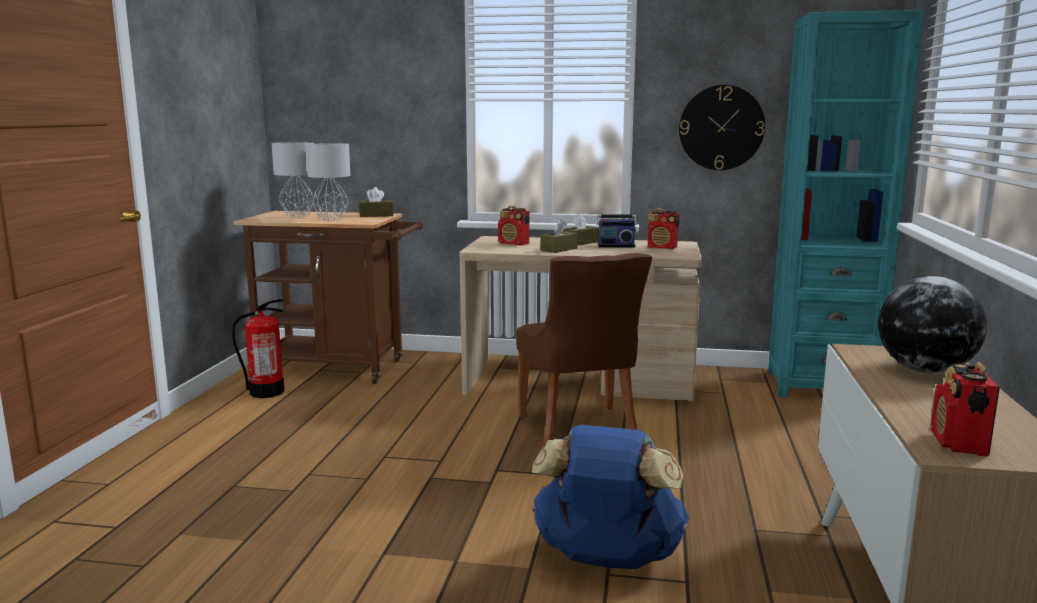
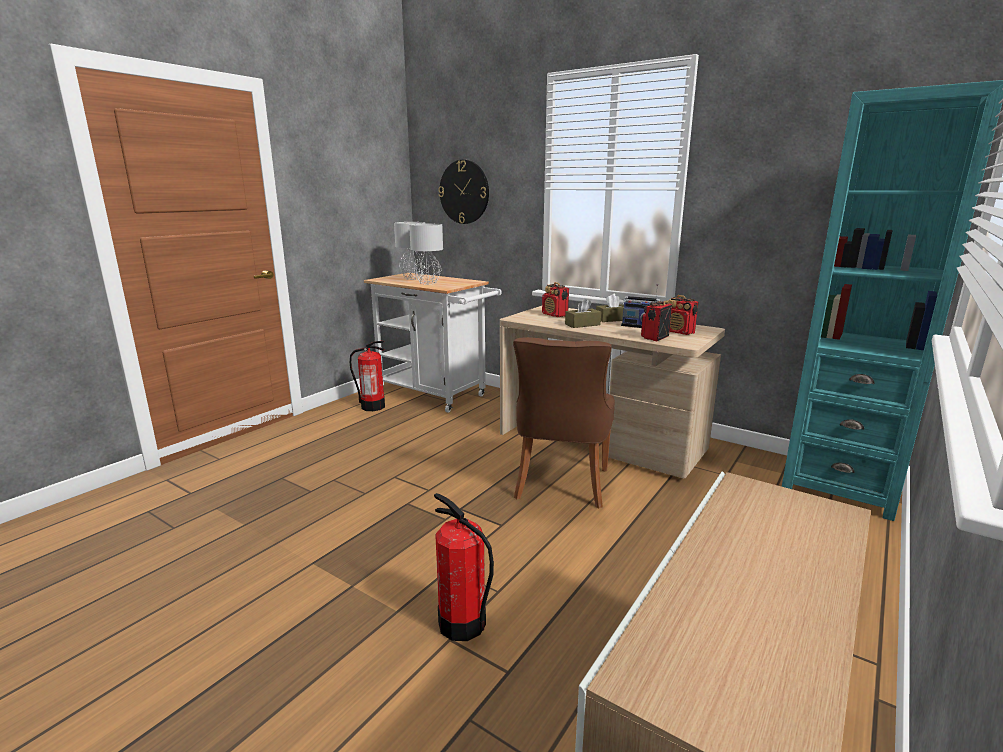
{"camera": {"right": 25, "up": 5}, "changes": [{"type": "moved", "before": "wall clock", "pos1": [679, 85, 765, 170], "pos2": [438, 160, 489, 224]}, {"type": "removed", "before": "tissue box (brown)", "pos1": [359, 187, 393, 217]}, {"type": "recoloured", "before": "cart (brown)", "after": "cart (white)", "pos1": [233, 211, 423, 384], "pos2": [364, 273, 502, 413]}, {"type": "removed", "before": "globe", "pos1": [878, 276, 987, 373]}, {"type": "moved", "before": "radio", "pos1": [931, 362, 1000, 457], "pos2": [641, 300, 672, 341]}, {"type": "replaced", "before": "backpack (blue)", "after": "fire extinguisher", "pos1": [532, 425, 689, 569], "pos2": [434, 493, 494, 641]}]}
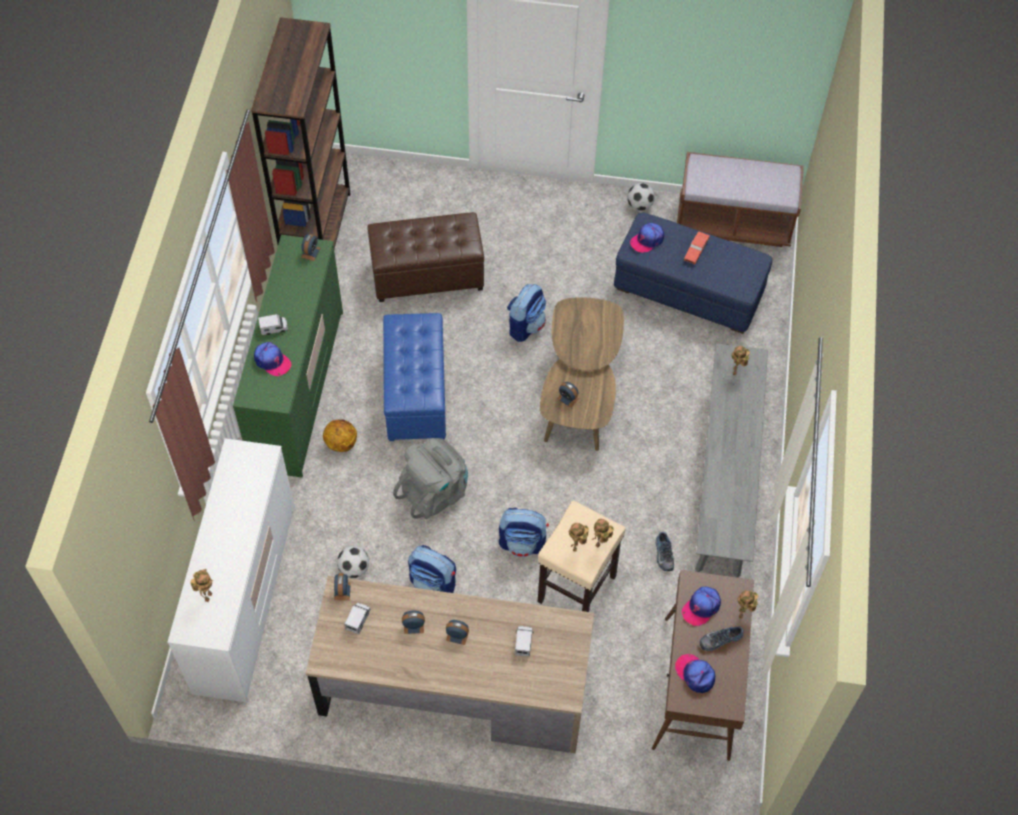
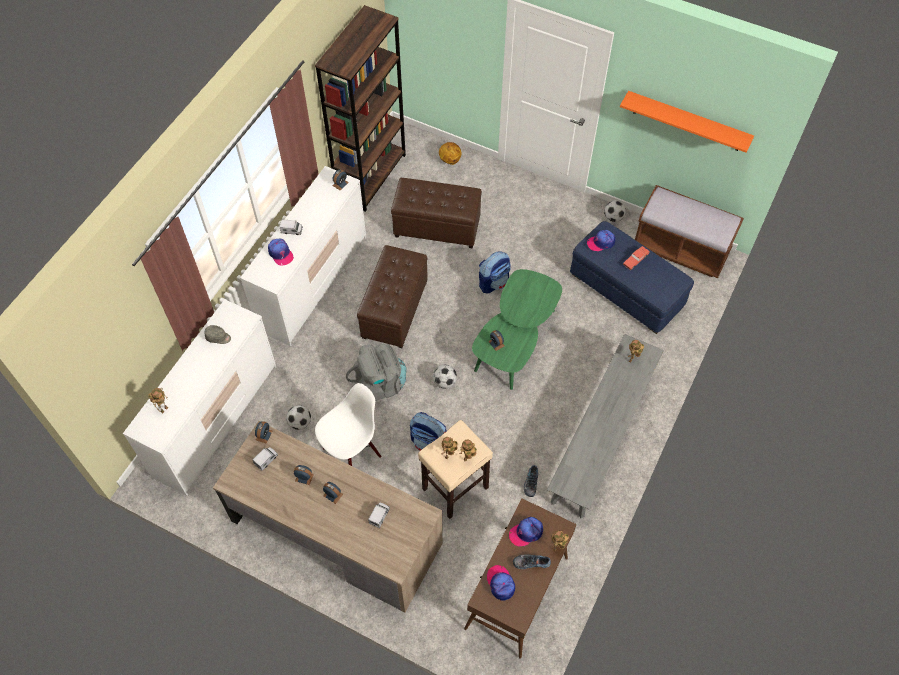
{"camera": {"right": 20, "up": 0}, "changes": [{"type": "recoloured", "before": "dresser (green)", "after": "dresser (white)", "pos1": [233, 235, 343, 478], "pos2": [240, 166, 366, 346]}, {"type": "recoloured", "before": "coffee table (brown)", "after": "coffee table (green)", "pos1": [540, 297, 624, 451], "pos2": [472, 269, 562, 390]}, {"type": "recoloured", "before": "ottoman (blue)", "after": "ottoman (brown)", "pos1": [383, 313, 446, 441], "pos2": [357, 245, 428, 348]}, {"type": "moved", "before": "basketball", "pos1": [323, 419, 357, 452], "pos2": [439, 142, 462, 165]}, {"type": "replaced", "before": "backpack", "after": "chair (white)", "pos1": [408, 545, 456, 593], "pos2": [315, 383, 381, 466]}, {"type": "added", "after": "shelf (orange)", "pos2": [620, 91, 754, 153]}, {"type": "added", "after": "cap (grey)", "pos2": [205, 325, 231, 344]}, {"type": "added", "after": "football", "pos2": [433, 365, 457, 389]}]}
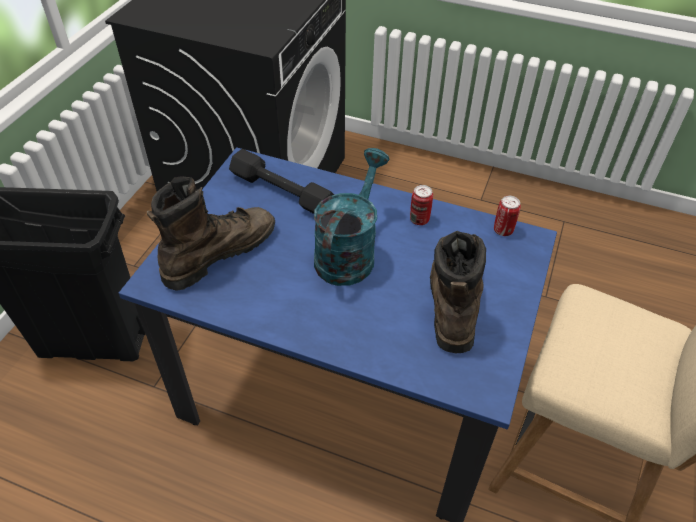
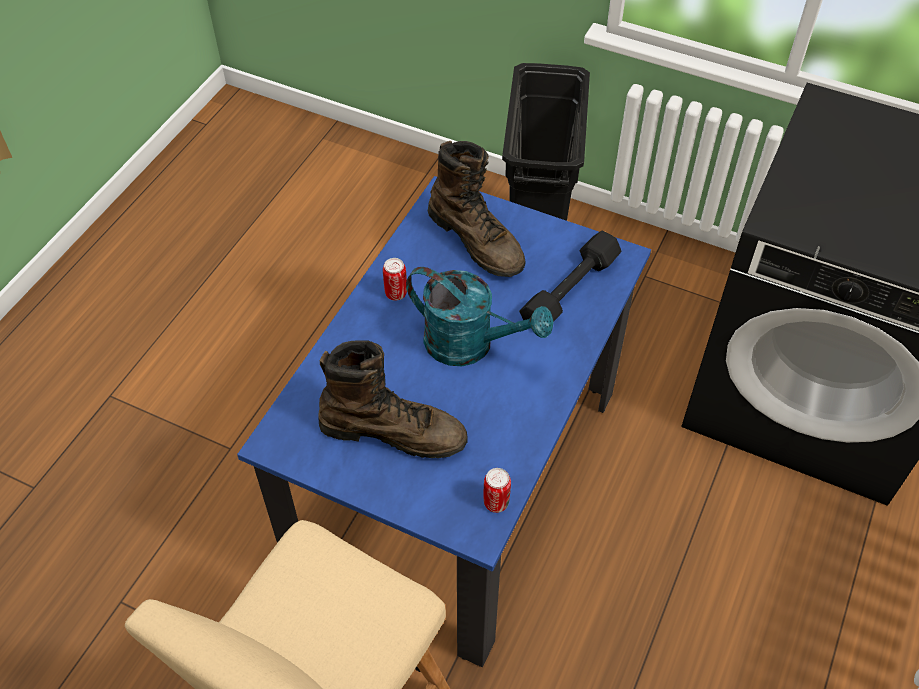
{"camera": {"right": 95, "up": 5}, "changes": [{"type": "moved", "before": "can", "pos1": [410, 185, 433, 225], "pos2": [383, 258, 407, 301]}]}
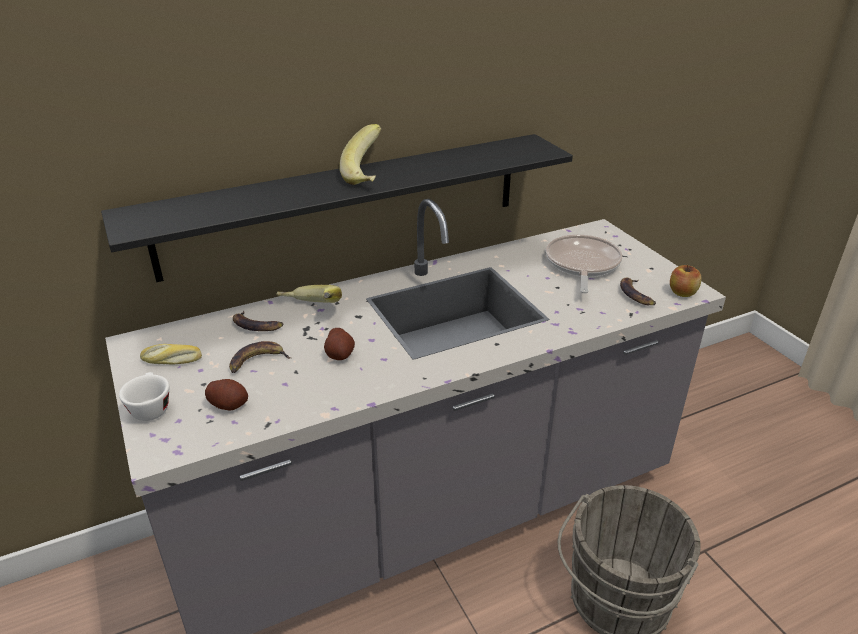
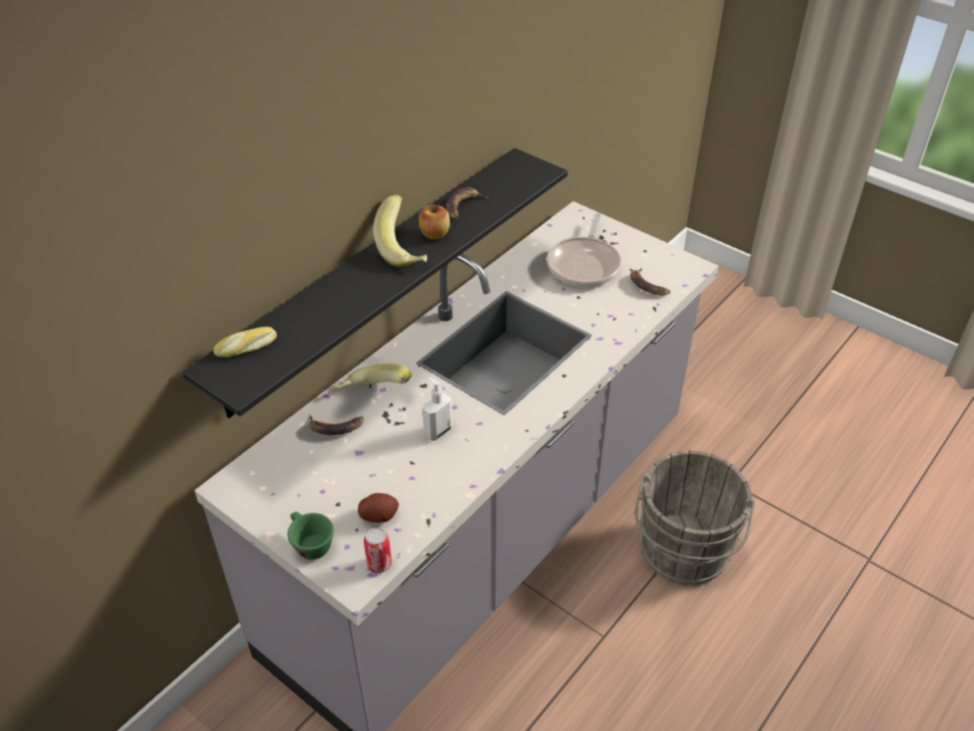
{"camera": {"right": -25, "up": 10}, "changes": [{"type": "turned", "before": "frying pan", "pos1": [546, 235, 623, 293], "pos2": [547, 213, 621, 287], "turn": -150}, {"type": "moved", "before": "apple", "pos1": [670, 265, 701, 297], "pos2": [419, 205, 450, 239]}, {"type": "replaced", "before": "potato", "after": "soap dispenser", "pos1": [324, 328, 355, 360], "pos2": [422, 377, 453, 441]}, {"type": "moved", "before": "banana", "pos1": [229, 341, 291, 373], "pos2": [446, 188, 489, 220]}, {"type": "moved", "before": "bread", "pos1": [140, 344, 202, 365], "pos2": [213, 327, 277, 357]}, {"type": "recoloured", "before": "cup (white)", "after": "cup (green)", "pos1": [119, 372, 169, 421], "pos2": [288, 512, 334, 560]}, {"type": "added", "after": "can", "pos2": [364, 528, 392, 573]}]}
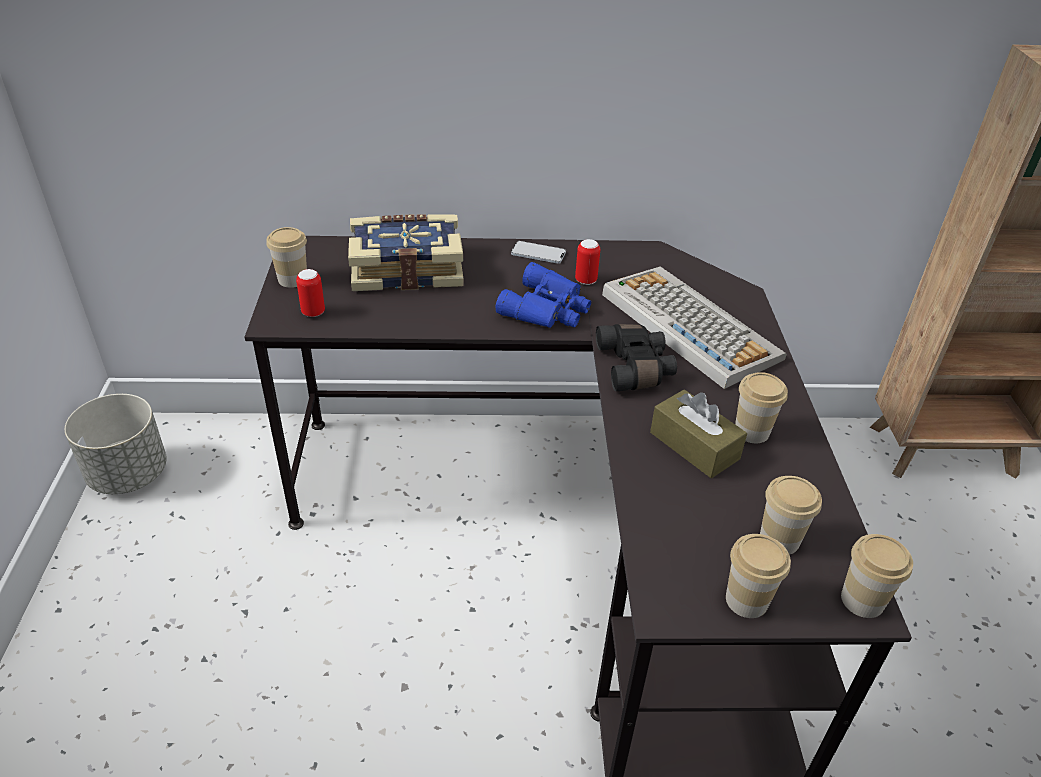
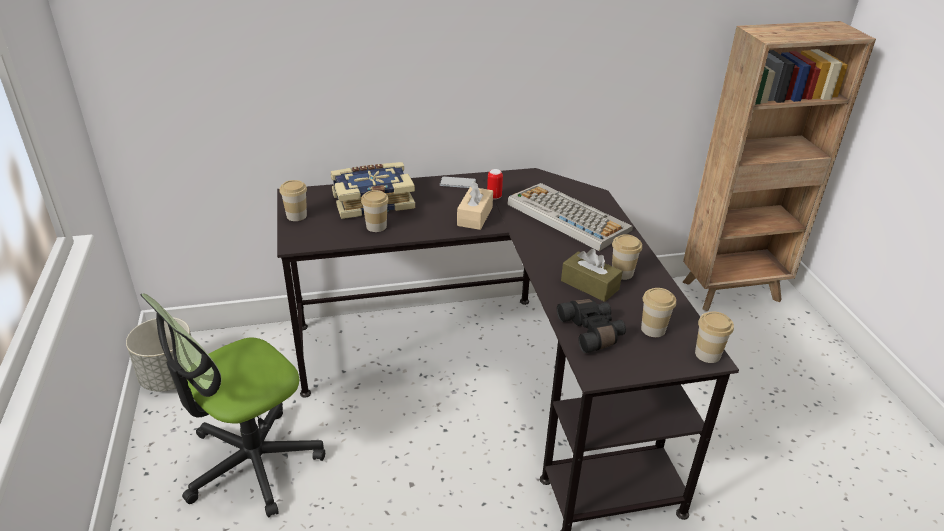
{"camera": {"right": -10, "up": -5}, "changes": [{"type": "replaced", "before": "binoculars (blue)", "after": "tissue box (beige)", "pos1": [496, 262, 591, 328], "pos2": [457, 181, 493, 230]}, {"type": "removed", "before": "can", "pos1": [296, 269, 325, 317]}, {"type": "moved", "before": "binoculars (black)", "pos1": [596, 324, 677, 391], "pos2": [557, 299, 626, 353]}, {"type": "moved", "before": "cup", "pos1": [726, 534, 791, 618], "pos2": [361, 190, 389, 232]}, {"type": "added", "after": "office chair", "pos2": [141, 293, 325, 518]}]}
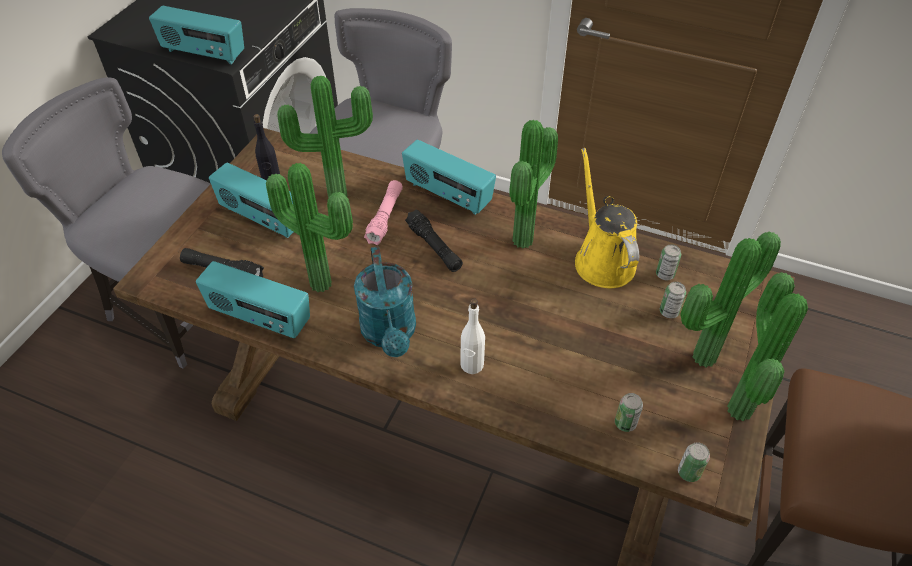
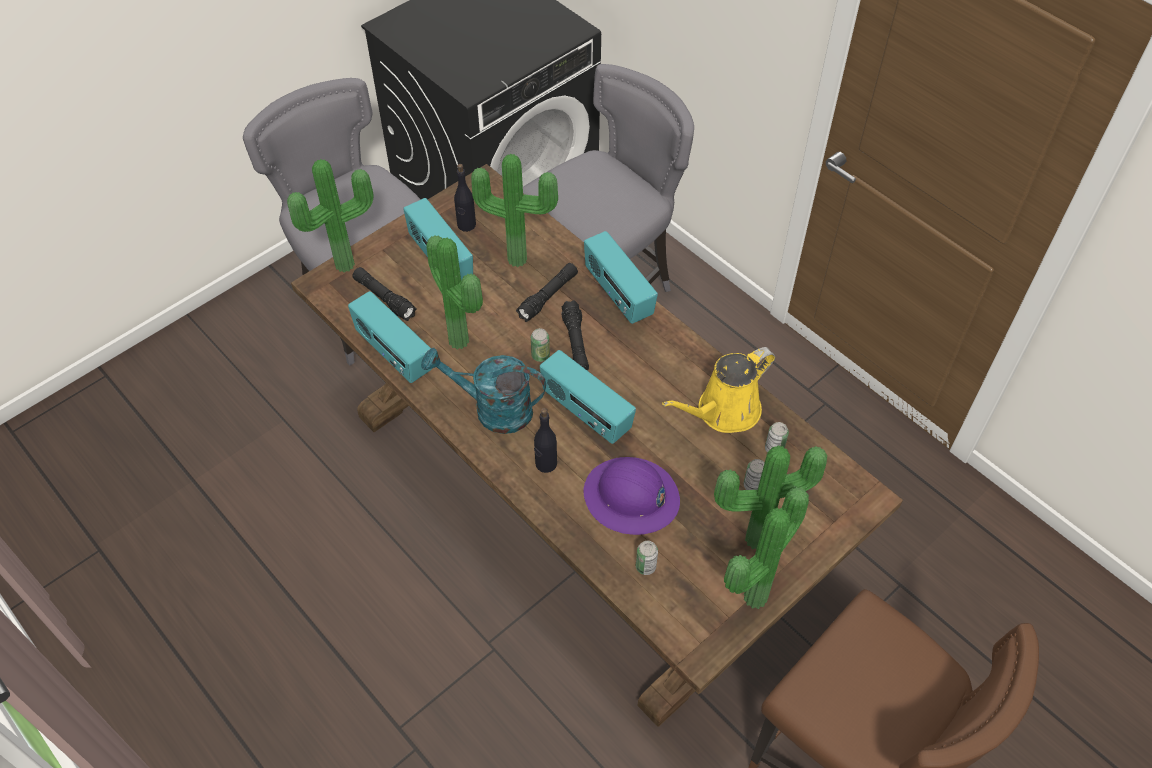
{"camera": {"right": 25, "up": 5}, "changes": [{"type": "moved", "before": "radio", "pos1": [149, 6, 244, 65], "pos2": [540, 350, 636, 444]}, {"type": "moved", "before": "potted plant", "pos1": [509, 120, 558, 249], "pos2": [287, 159, 374, 272]}, {"type": "turned", "before": "watering can (yellow)", "pos1": [575, 148, 639, 288], "pos2": [662, 347, 775, 433], "turn": -135}, {"type": "recoloured", "before": "flashlight (pink)", "after": "flashlight (black)", "pos1": [364, 180, 403, 245], "pos2": [516, 263, 578, 322]}, {"type": "turned", "before": "watering can (turquoise)", "pos1": [354, 246, 416, 357], "pos2": [421, 348, 546, 434], "turn": 90}, {"type": "recoloured", "before": "bottle (white)", "after": "bottle (black)", "pos1": [461, 298, 485, 374], "pos2": [534, 408, 557, 473]}, {"type": "moved", "before": "can", "pos1": [678, 442, 710, 482], "pos2": [531, 328, 550, 362]}, {"type": "added", "after": "hard hat (purple)", "pos2": [583, 457, 680, 535]}]}
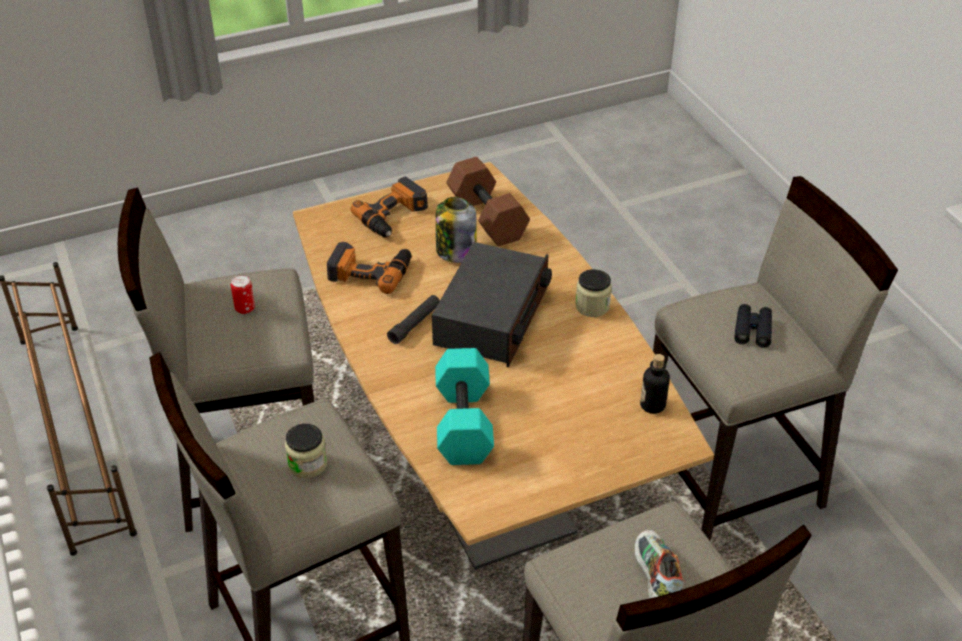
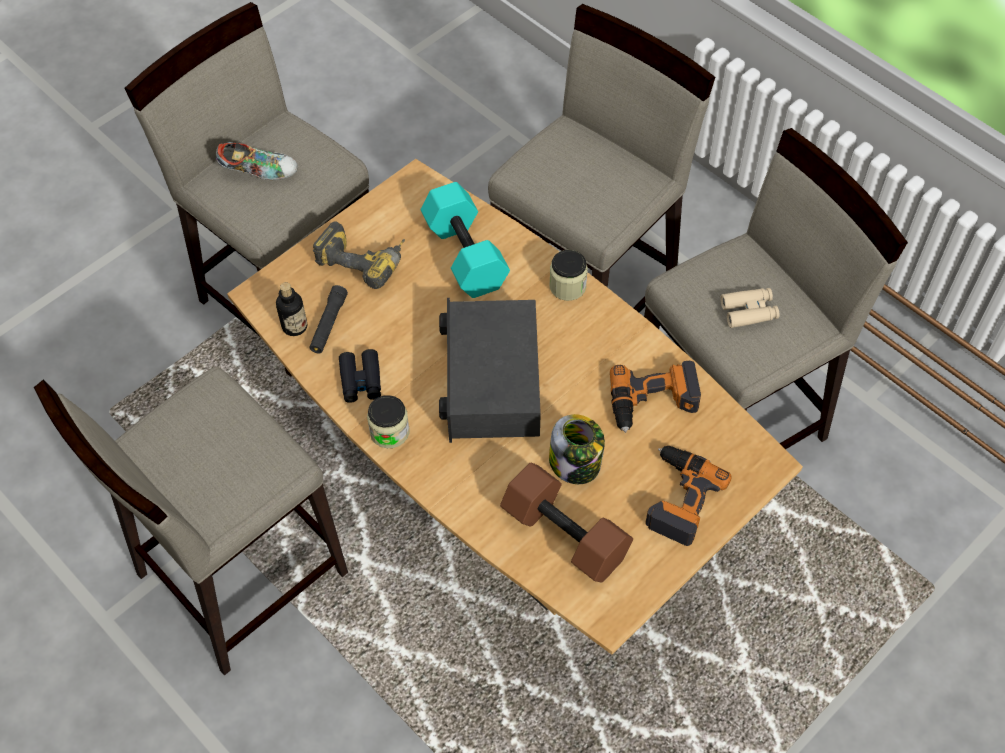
{"camera": {"right": 160, "up": 15}, "changes": [{"type": "replaced", "before": "can", "after": "binoculars (beige)", "pos1": [231, 275, 255, 314], "pos2": [720, 288, 780, 328]}, {"type": "moved", "before": "flashlight (black)", "pos1": [387, 295, 440, 344], "pos2": [309, 285, 348, 353]}, {"type": "moved", "before": "binoculars (black)", "pos1": [734, 304, 772, 347], "pos2": [339, 349, 381, 403]}, {"type": "moved", "before": "jar", "pos1": [285, 424, 327, 478], "pos2": [549, 250, 588, 301]}, {"type": "turned", "before": "shoe", "pos1": [634, 530, 684, 599], "pos2": [216, 142, 298, 180], "turn": -60}, {"type": "added", "after": "power drill", "pos2": [313, 221, 405, 289]}]}
